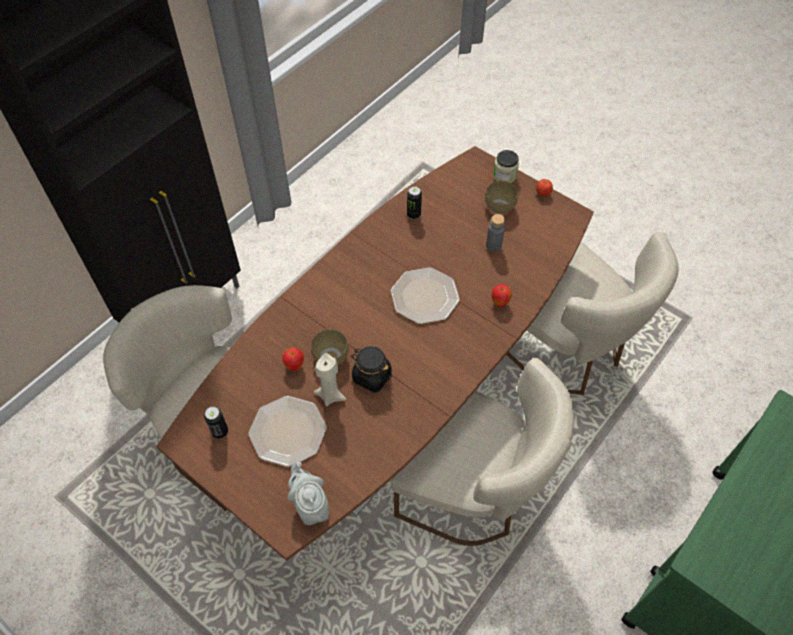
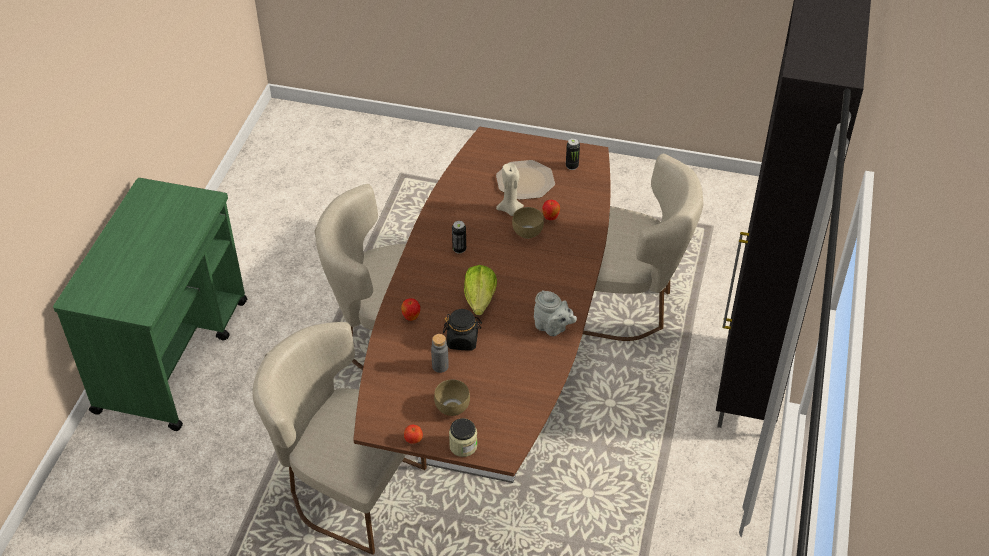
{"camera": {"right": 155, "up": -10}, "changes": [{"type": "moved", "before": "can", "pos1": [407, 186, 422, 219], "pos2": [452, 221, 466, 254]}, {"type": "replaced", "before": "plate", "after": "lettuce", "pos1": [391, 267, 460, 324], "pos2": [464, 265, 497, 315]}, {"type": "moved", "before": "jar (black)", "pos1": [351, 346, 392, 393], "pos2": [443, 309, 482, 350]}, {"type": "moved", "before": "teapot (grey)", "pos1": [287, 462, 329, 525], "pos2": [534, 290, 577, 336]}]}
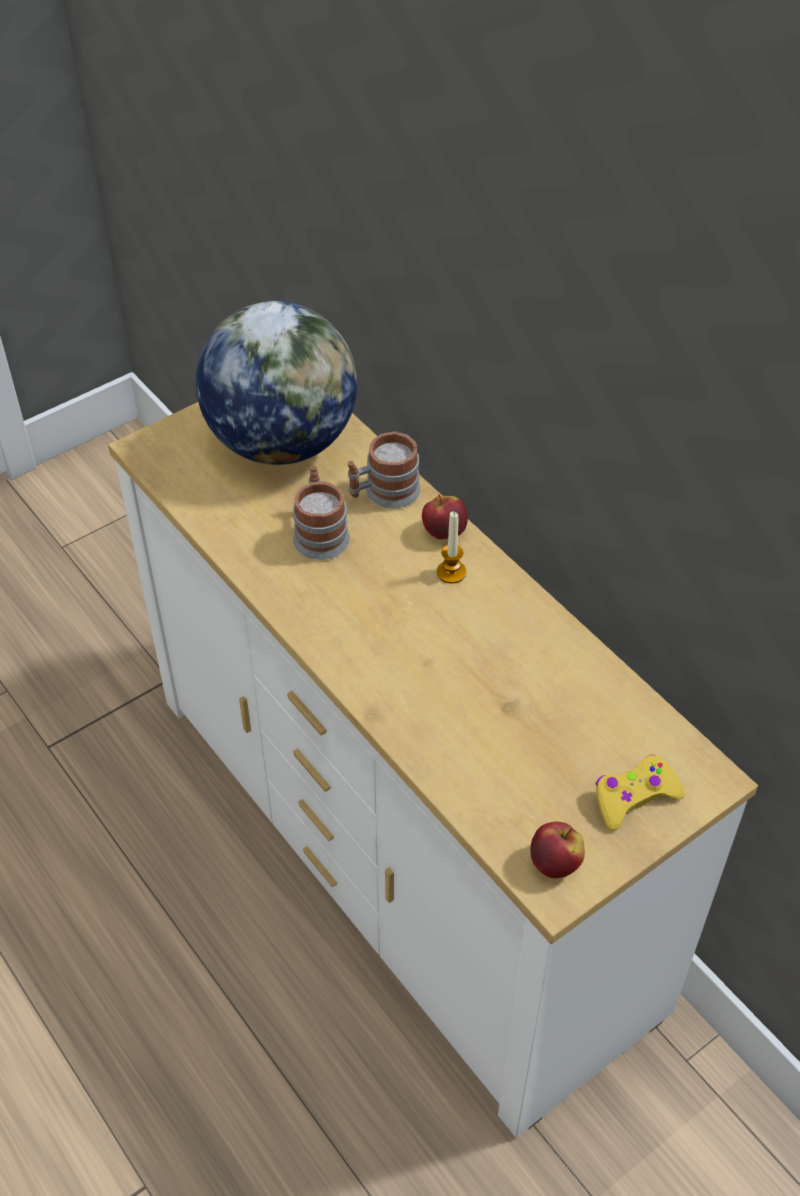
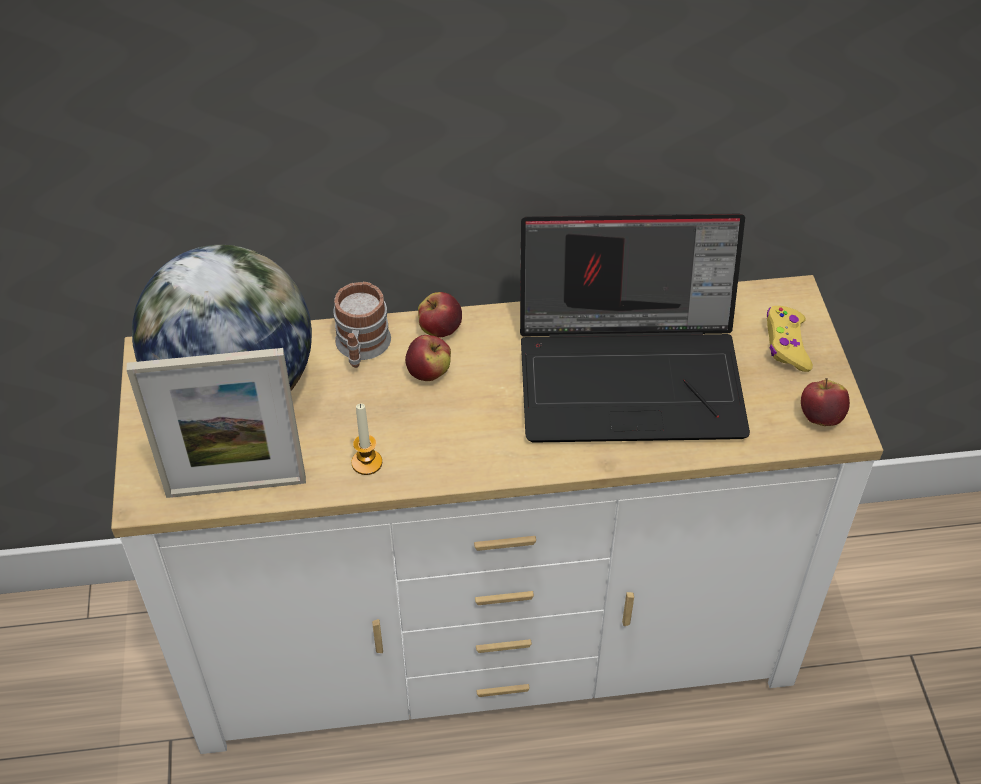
{"camera": {"right": -60, "up": 0}, "changes": [{"type": "removed", "before": "mug", "pos1": [293, 466, 350, 560]}, {"type": "moved", "before": "candle", "pos1": [437, 511, 466, 583], "pos2": [351, 404, 382, 475]}, {"type": "added", "after": "laptop", "pos2": [520, 214, 750, 443]}, {"type": "added", "after": "apple", "pos2": [405, 335, 451, 381]}, {"type": "added", "after": "picture frame", "pos2": [126, 348, 306, 498]}]}
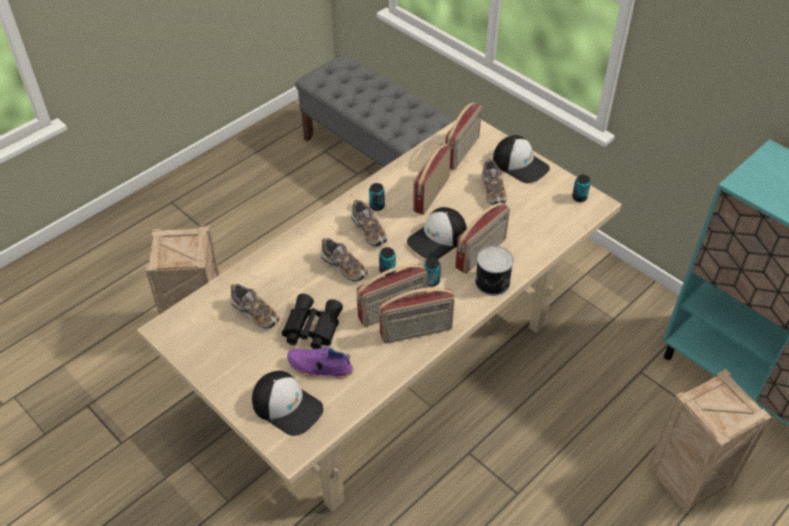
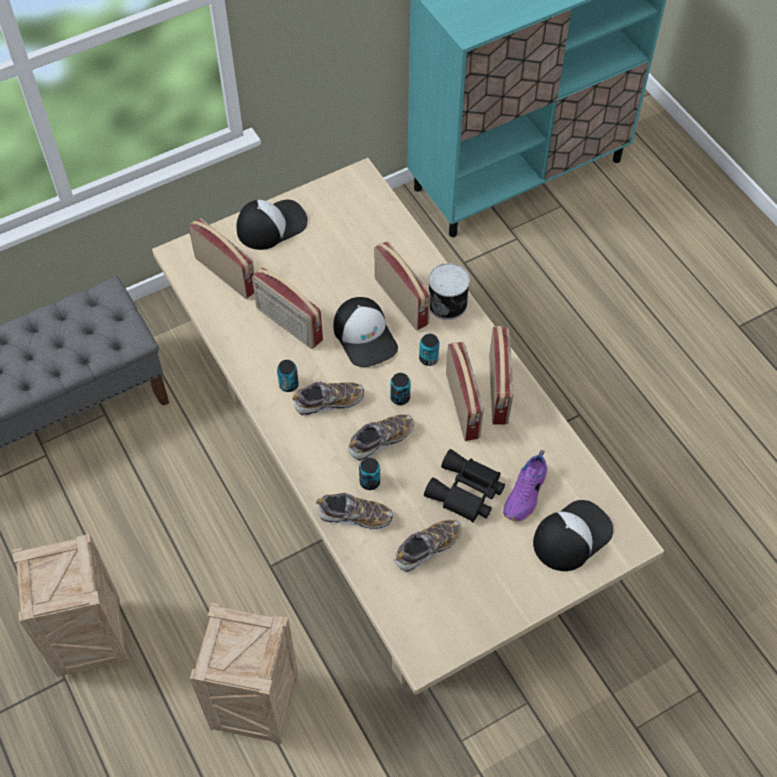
{"camera": {"right": -75, "up": 10}, "changes": [{"type": "moved", "before": "shoe", "pos1": [482, 158, 507, 205], "pos2": [316, 493, 393, 530]}, {"type": "moved", "before": "can", "pos1": [572, 175, 591, 202], "pos2": [359, 458, 380, 490]}, {"type": "moved", "before": "crate", "pos1": [648, 369, 772, 513], "pos2": [12, 533, 129, 677]}]}
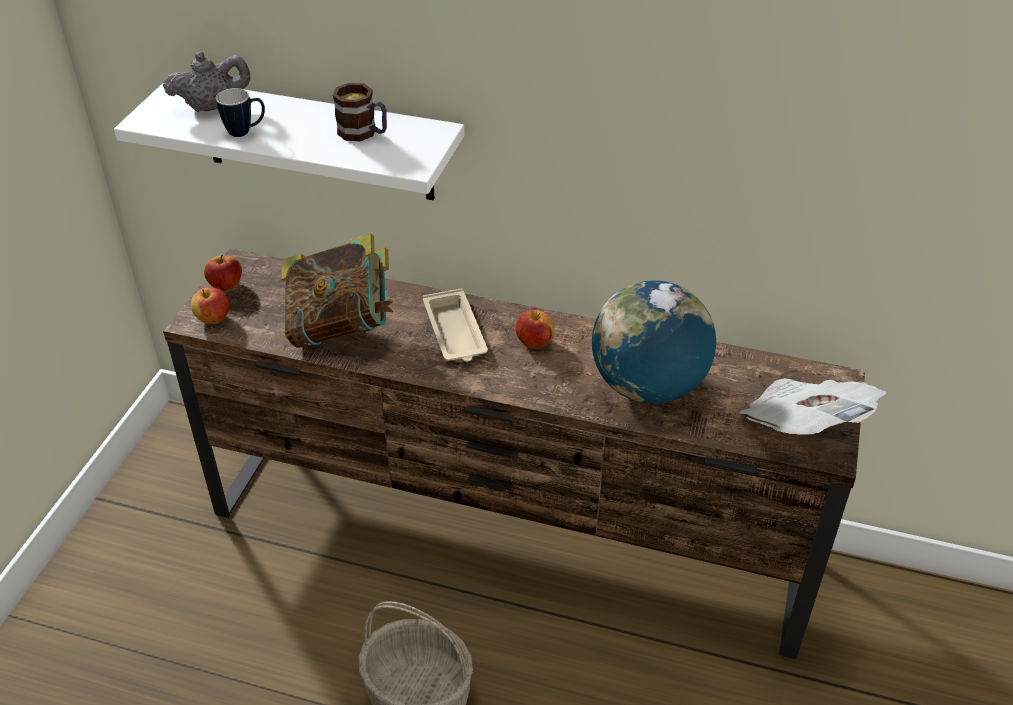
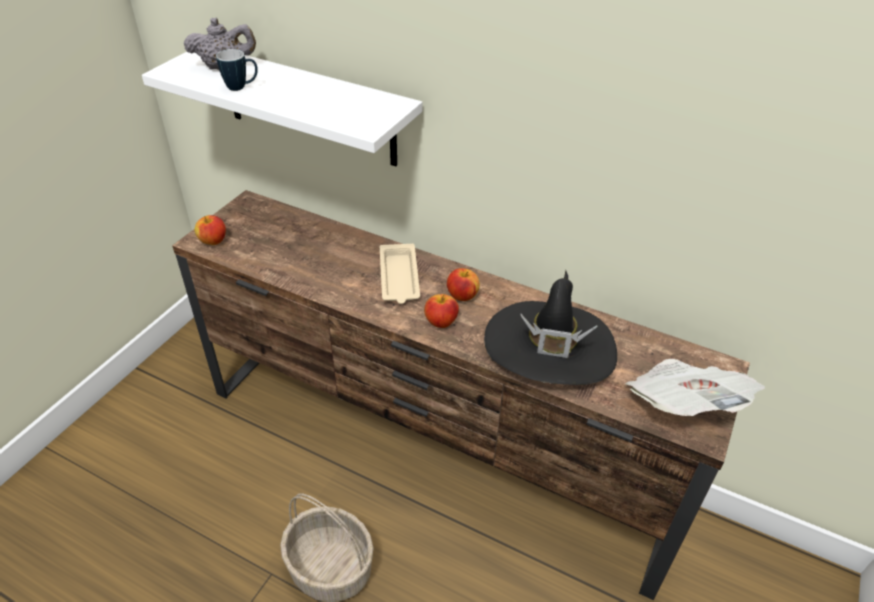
{"camera": {"right": 10, "up": 0}, "changes": [{"type": "removed", "before": "mug", "pos1": [333, 83, 387, 141]}, {"type": "removed", "before": "book", "pos1": [282, 234, 393, 348]}, {"type": "moved", "before": "apple", "pos1": [204, 255, 242, 291], "pos2": [424, 294, 459, 328]}, {"type": "replaced", "before": "globe", "after": "hat (black)", "pos1": [592, 280, 716, 404], "pos2": [484, 270, 617, 385]}]}
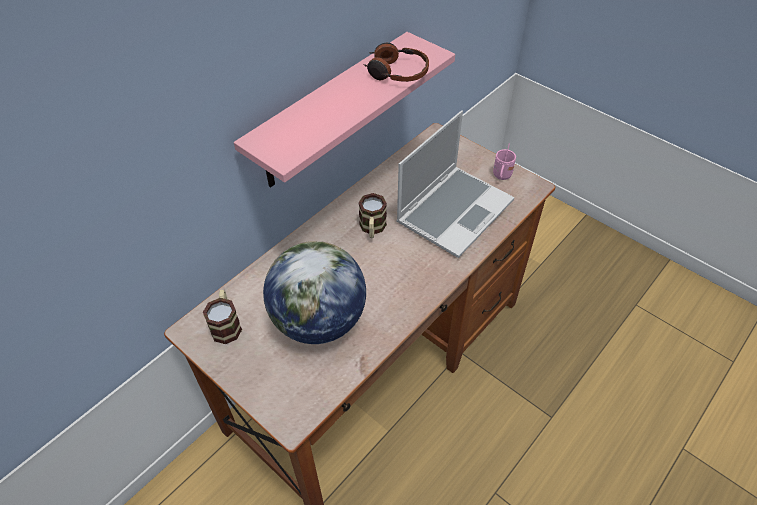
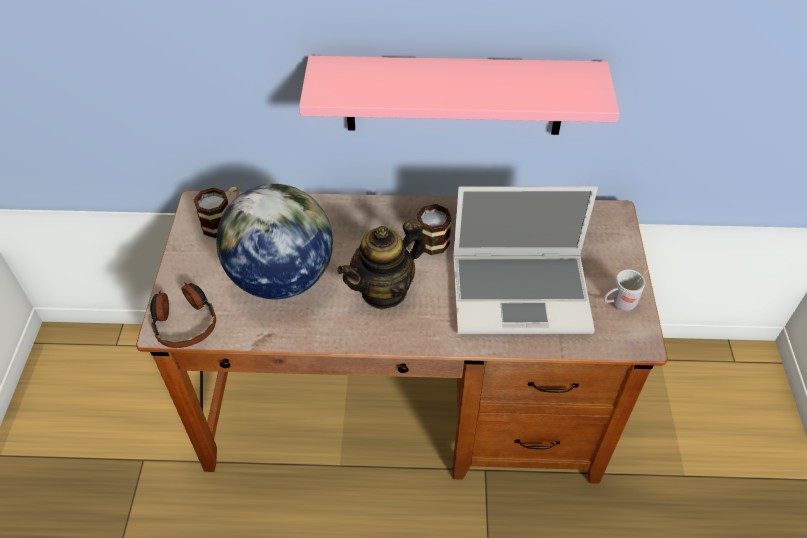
{"camera": {"right": 50, "up": 0}, "changes": [{"type": "moved", "before": "headphones", "pos1": [363, 43, 429, 82], "pos2": [150, 283, 216, 348]}, {"type": "recoloured", "before": "mug (pink)", "after": "mug (white)", "pos1": [493, 143, 516, 180], "pos2": [604, 269, 648, 311]}, {"type": "added", "after": "teapot", "pos2": [337, 219, 426, 310]}]}
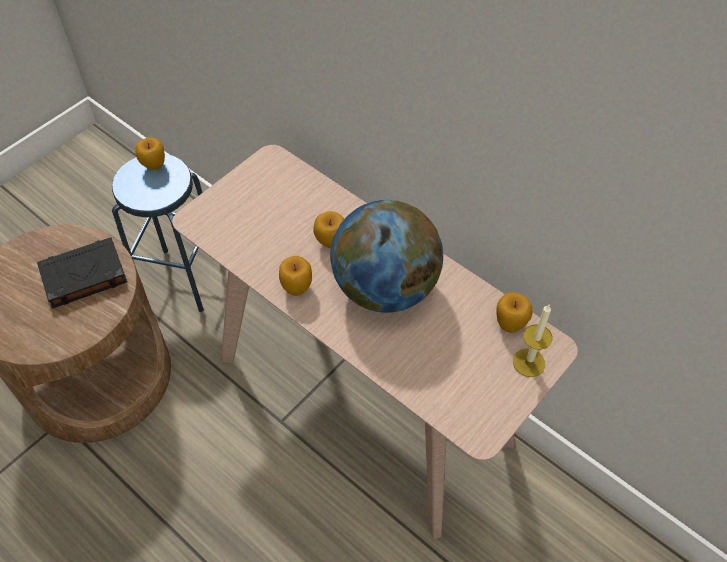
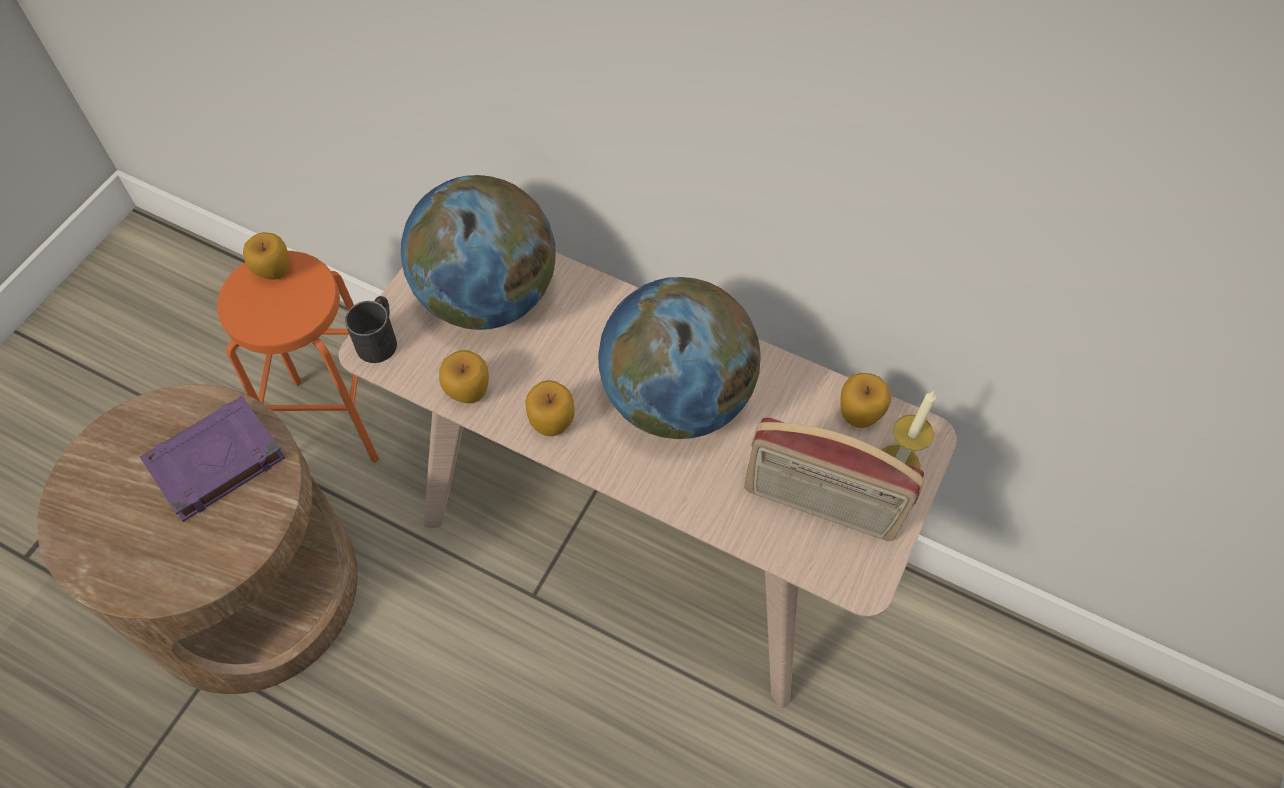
{"camera": {"right": -15, "up": 5}, "changes": [{"type": "recoloured", "before": "stool (blue)", "after": "stool (orange)", "pos1": [112, 154, 204, 312], "pos2": [217, 251, 379, 463]}, {"type": "moved", "before": "apple", "pos1": [313, 211, 344, 248], "pos2": [439, 350, 489, 404]}, {"type": "recoloured", "before": "book (black)", "after": "book (purple)", "pos1": [37, 237, 127, 309], "pos2": [140, 396, 285, 522]}, {"type": "added", "after": "globe", "pos2": [401, 175, 556, 330]}, {"type": "added", "after": "mug (black)", "pos2": [345, 296, 397, 363]}, {"type": "added", "after": "radio", "pos2": [744, 417, 924, 541]}]}
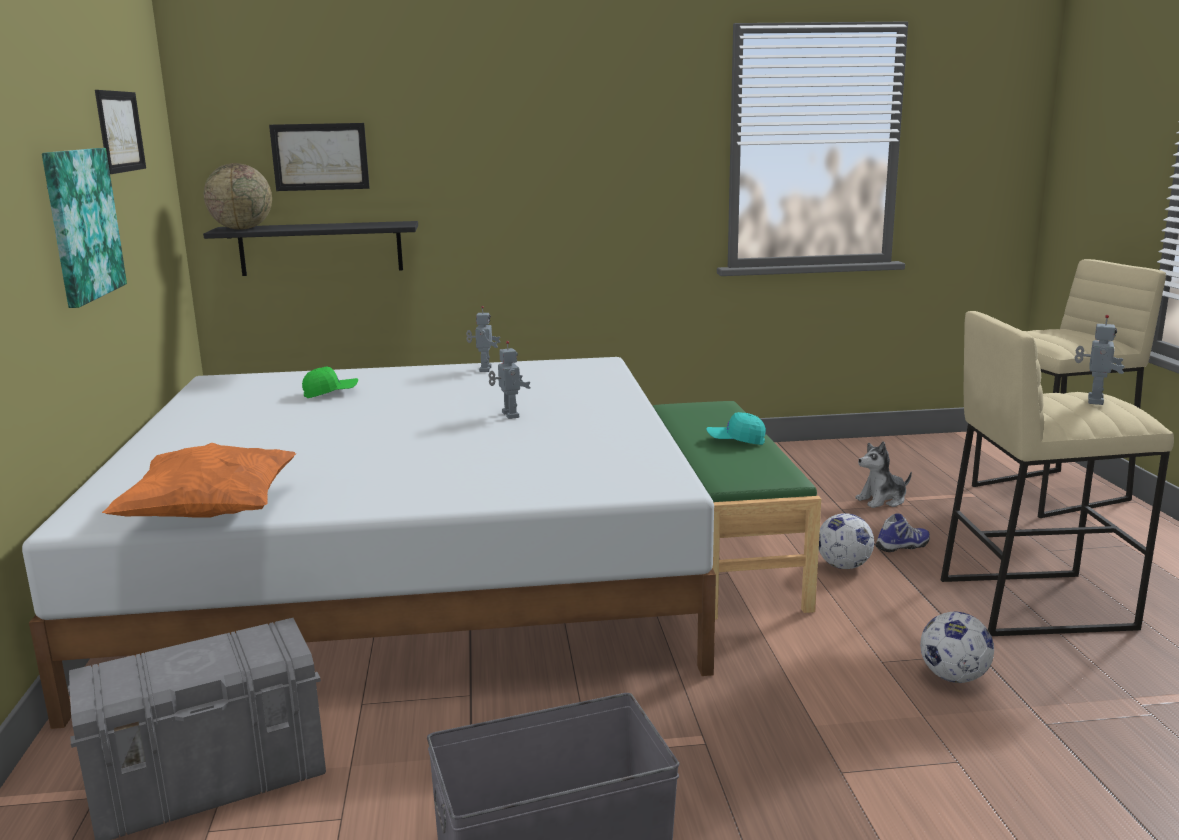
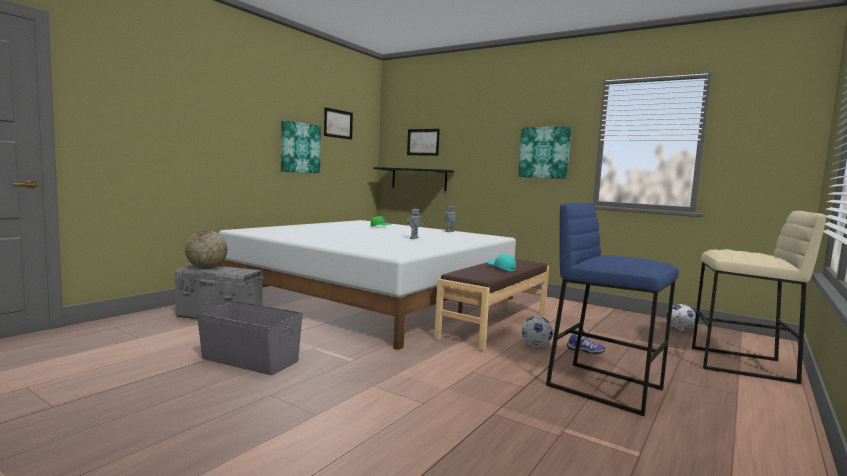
{"camera": {"right": 40, "up": -10}, "changes": [{"type": "moved", "before": "globe", "pos1": [204, 163, 272, 230], "pos2": [185, 230, 227, 269]}, {"type": "recoloured", "before": "stool (beige)", "after": "stool (blue)", "pos1": [941, 311, 1174, 636], "pos2": [546, 202, 679, 416]}, {"type": "removed", "before": "toy robot", "pos1": [1075, 315, 1125, 405]}, {"type": "recoloured", "before": "bench (green)", "after": "bench (brown)", "pos1": [653, 401, 821, 620], "pos2": [434, 258, 549, 352]}, {"type": "removed", "before": "plush toy", "pos1": [855, 441, 912, 508]}, {"type": "removed", "before": "pillow (orange)", "pos1": [102, 443, 296, 518]}, {"type": "moved", "before": "football", "pos1": [920, 612, 994, 683], "pos2": [666, 304, 696, 331]}, {"type": "added", "after": "picture", "pos2": [518, 126, 571, 179]}]}
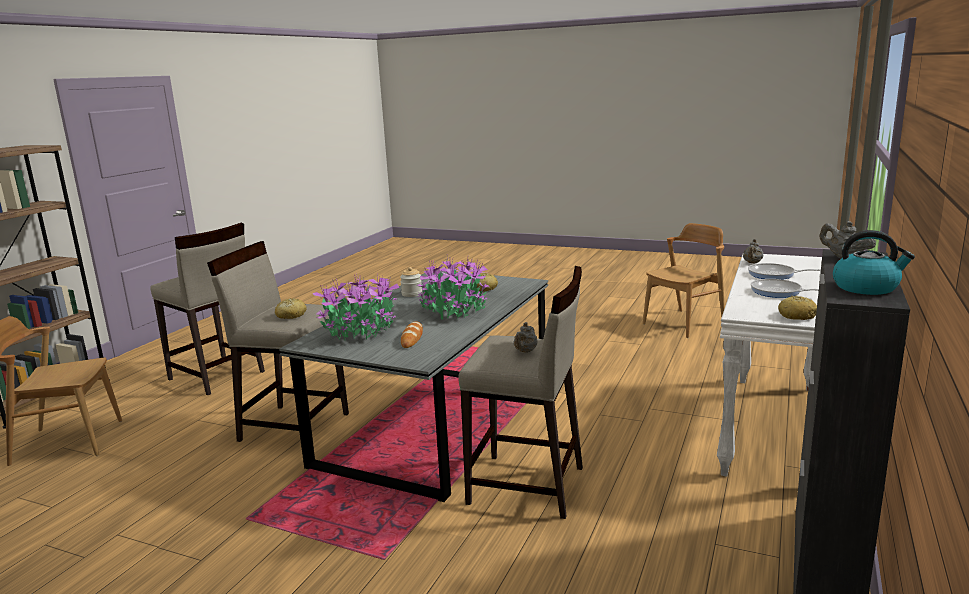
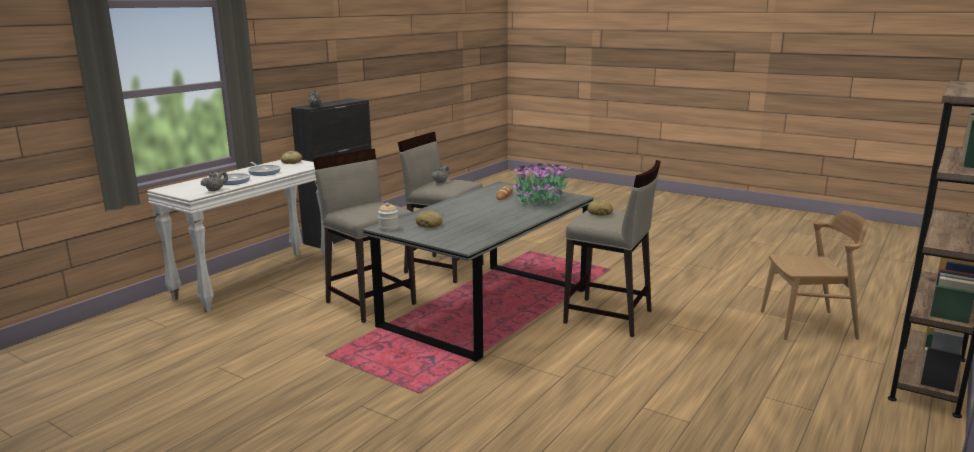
{"camera": {"right": -170, "up": 0}, "changes": [{"type": "moved", "before": "stool (beige)", "pos1": [150, 223, 265, 395], "pos2": [313, 149, 416, 323]}, {"type": "removed", "before": "chair (brown)", "pos1": [643, 223, 725, 338]}, {"type": "removed", "before": "kettle", "pos1": [833, 230, 915, 295]}, {"type": "removed", "before": "potted plant", "pos1": [416, 256, 489, 319]}, {"type": "moved", "before": "jar", "pos1": [400, 267, 422, 297], "pos2": [378, 203, 399, 231]}]}
